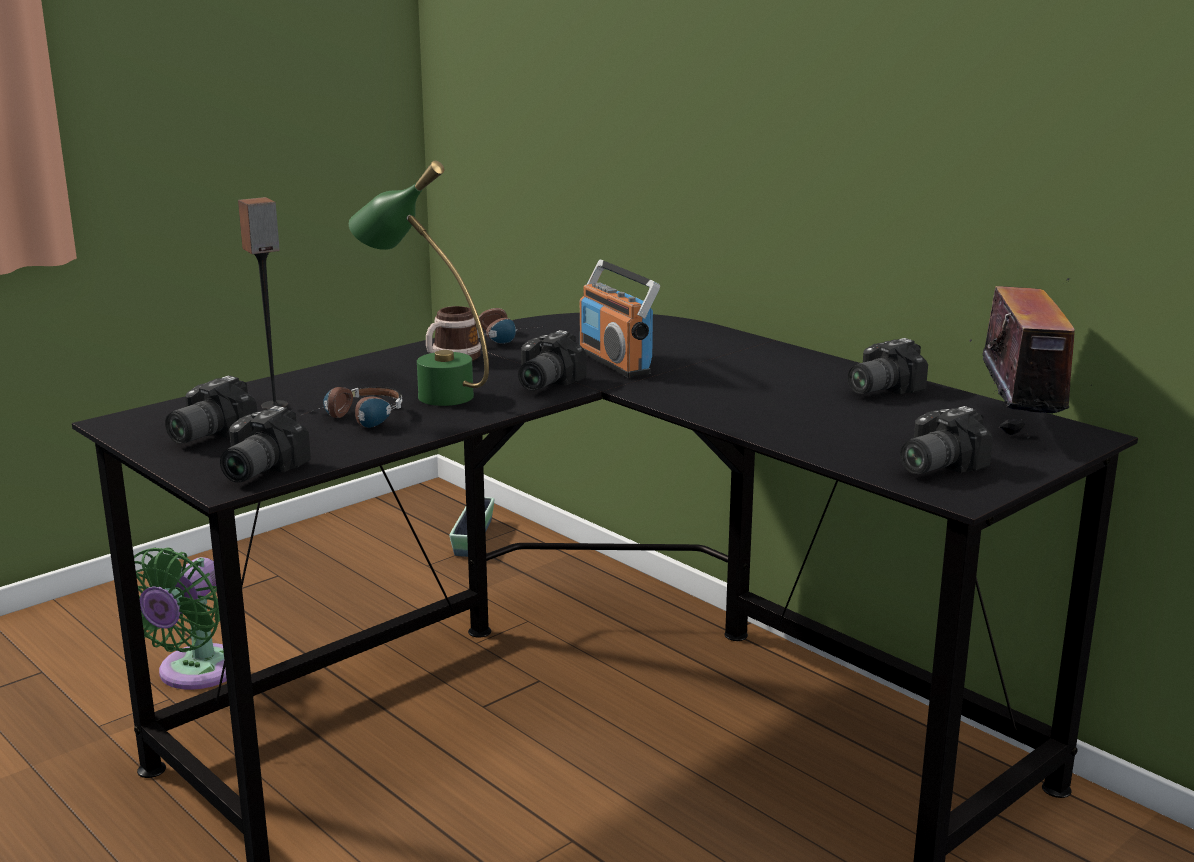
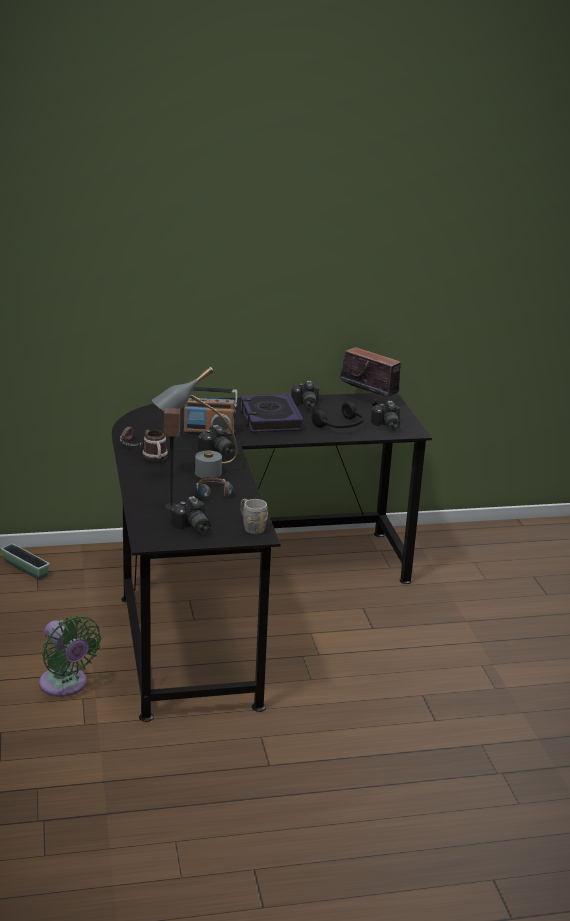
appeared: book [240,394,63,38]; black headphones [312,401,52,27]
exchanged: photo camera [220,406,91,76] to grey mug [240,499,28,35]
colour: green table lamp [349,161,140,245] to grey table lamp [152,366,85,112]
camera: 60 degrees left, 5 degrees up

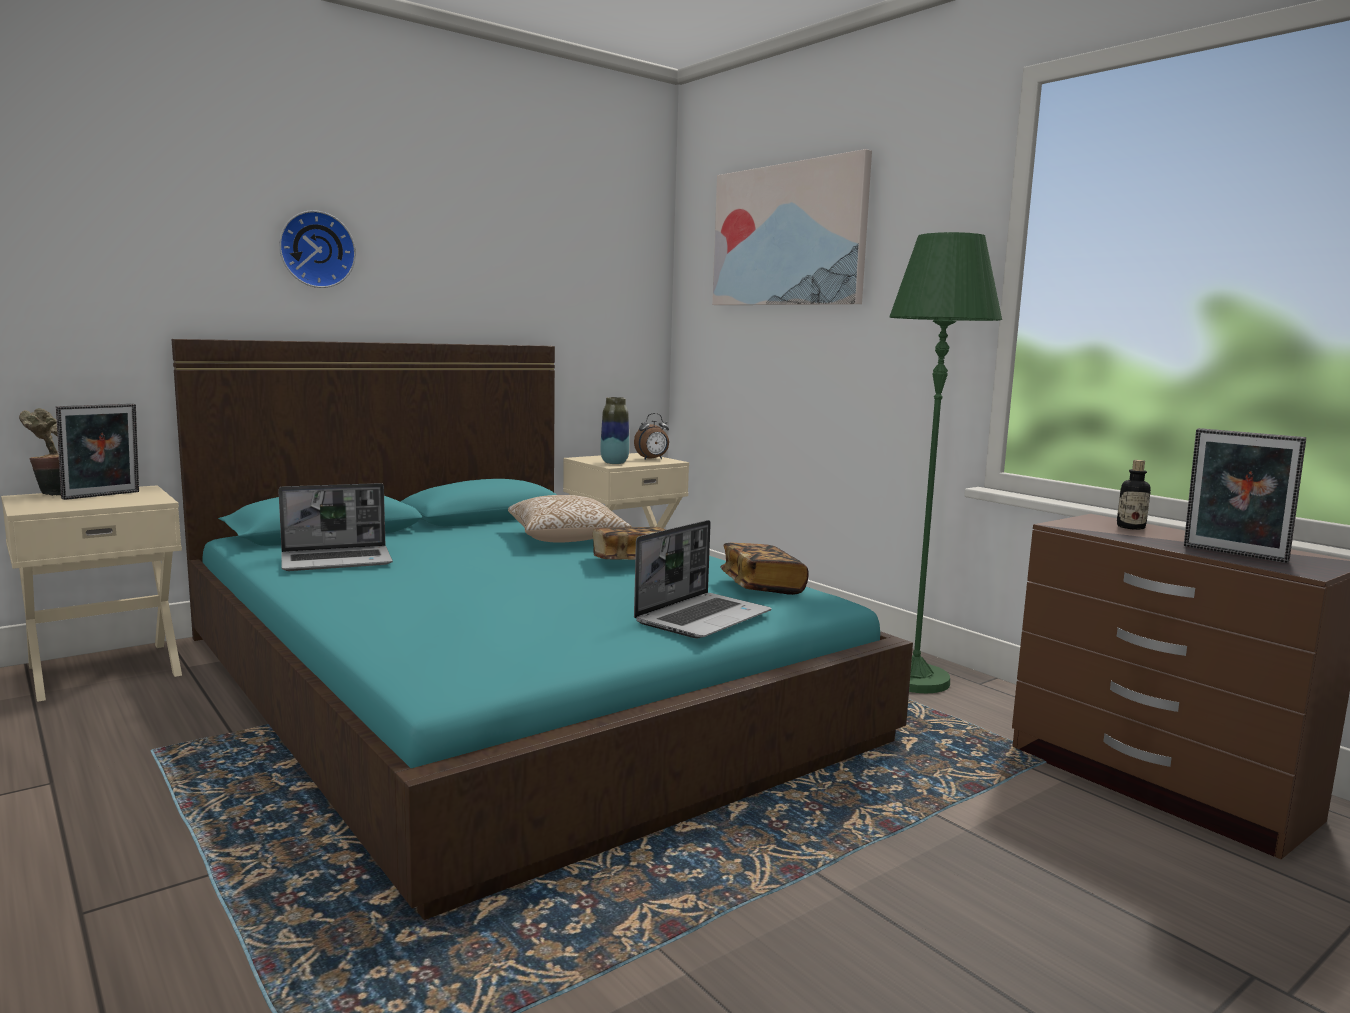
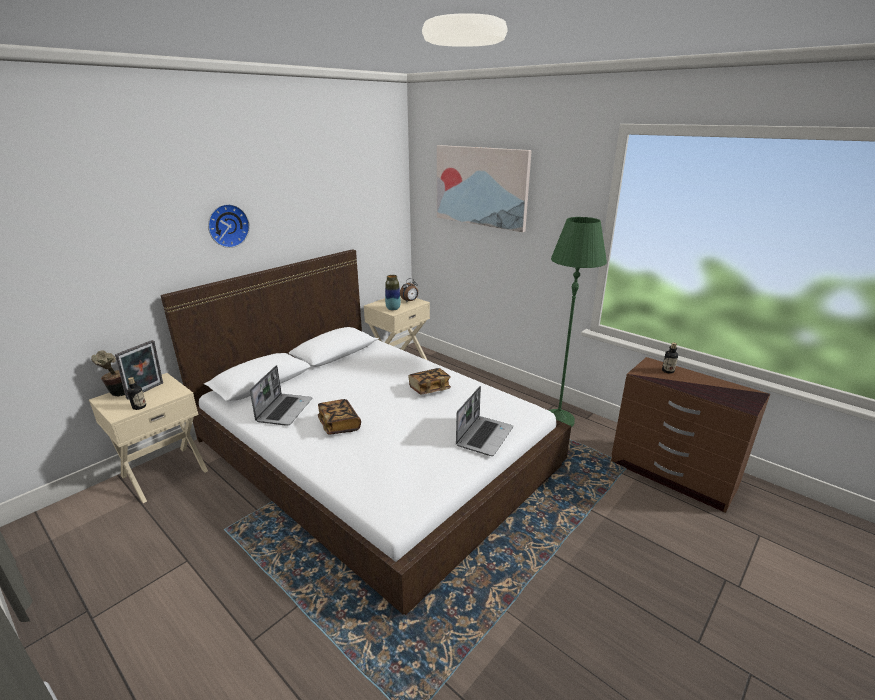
missing: pillow [508,495,124,48]; picture frame [1184,428,122,135]
appeared: bottle [127,377,19,33]
relocated: book [720,543,89,52] to [318,399,43,36]
colour: turquoise bed [172,339,741,581] to white bed [160,249,411,366]
spun: laptop [278,483,115,88] = [250,365,62,60] 45 degrees counterclockwise
camera: 10 degrees left, 15 degrees up

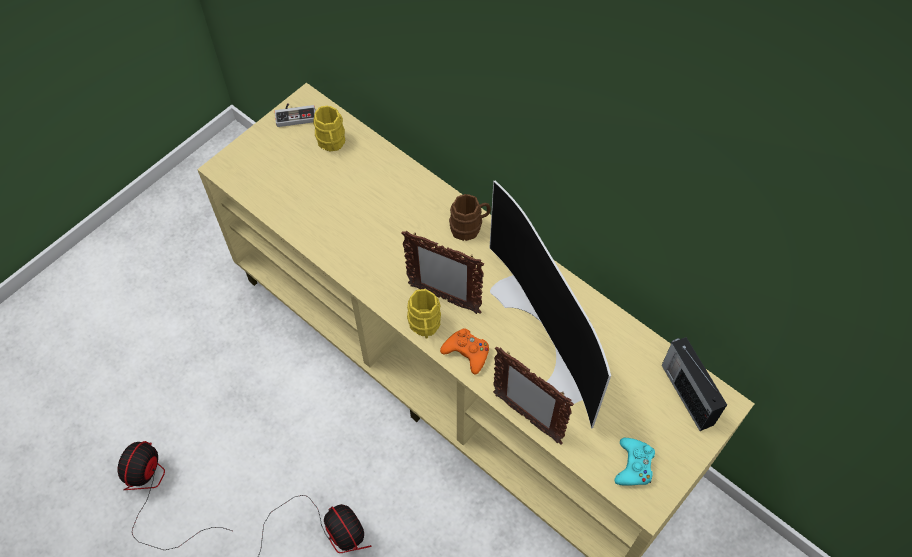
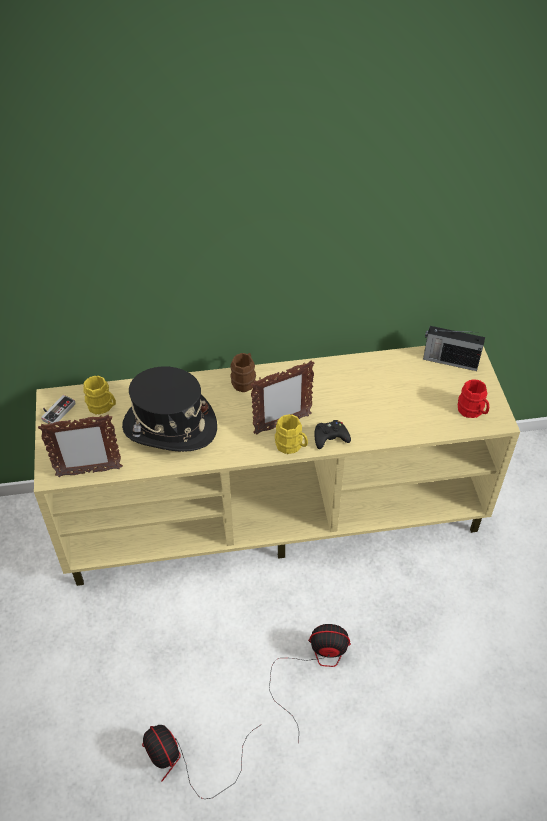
missing: television [489,181,122,248]
appeared: black hat [122,367,95,85]
relocated: picture frame [493,346,81,99] to [38,414,85,63]
exchanged: turquoise game controller [614,438,41,48] to red mug [458,379,31,39]
colour: orange game controller [440,329,49,46] to black game controller [314,420,37,29]
camera: 50 degrees left, 10 degrees down

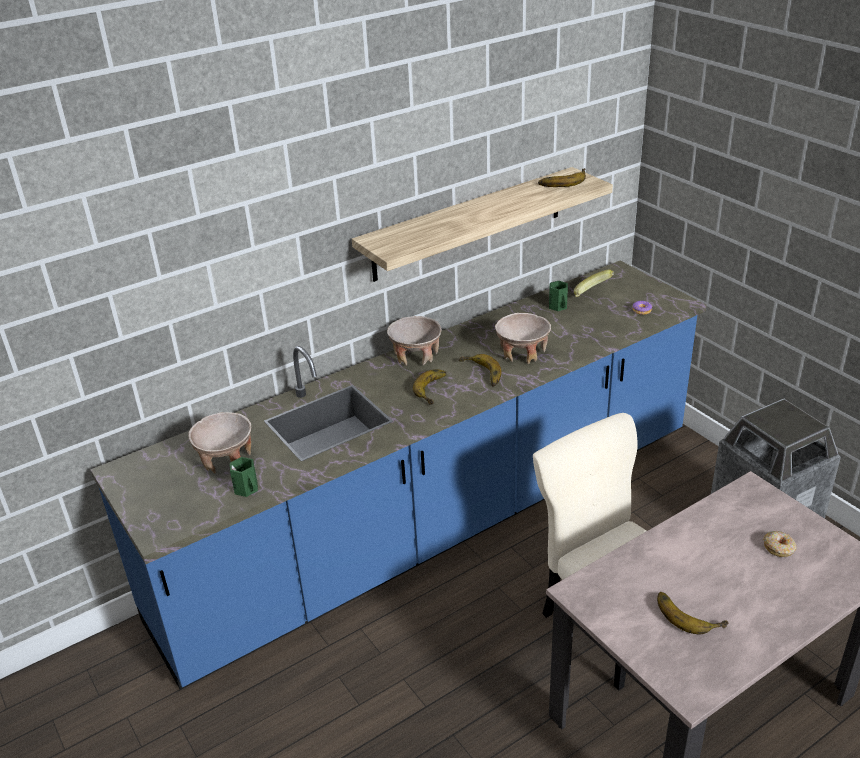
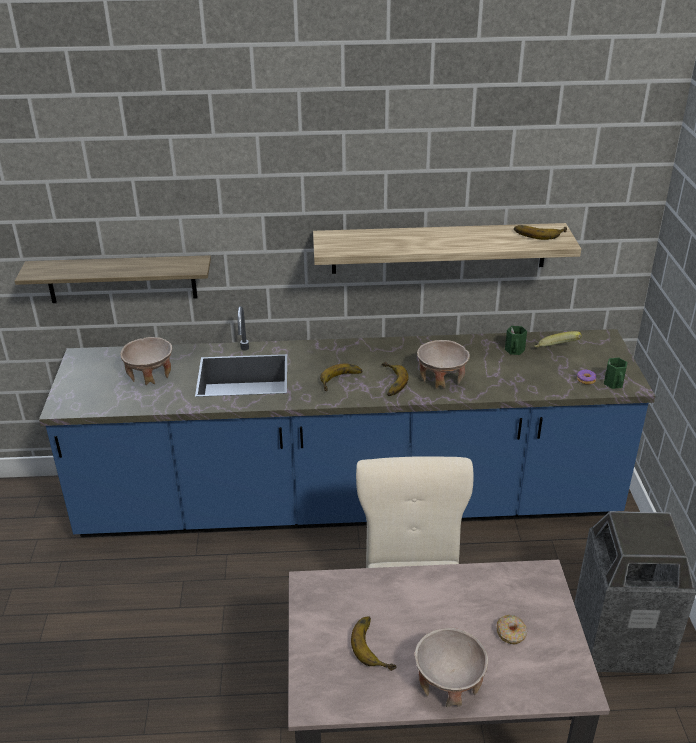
appeared: shelf [15,255,196,48]
relocated: green mug [230,457,28,40] to [604,358,24,31]; beige bowl [387,316,55,50] to [415,628,73,79]
camera: 30 degrees right, 0 degrees up

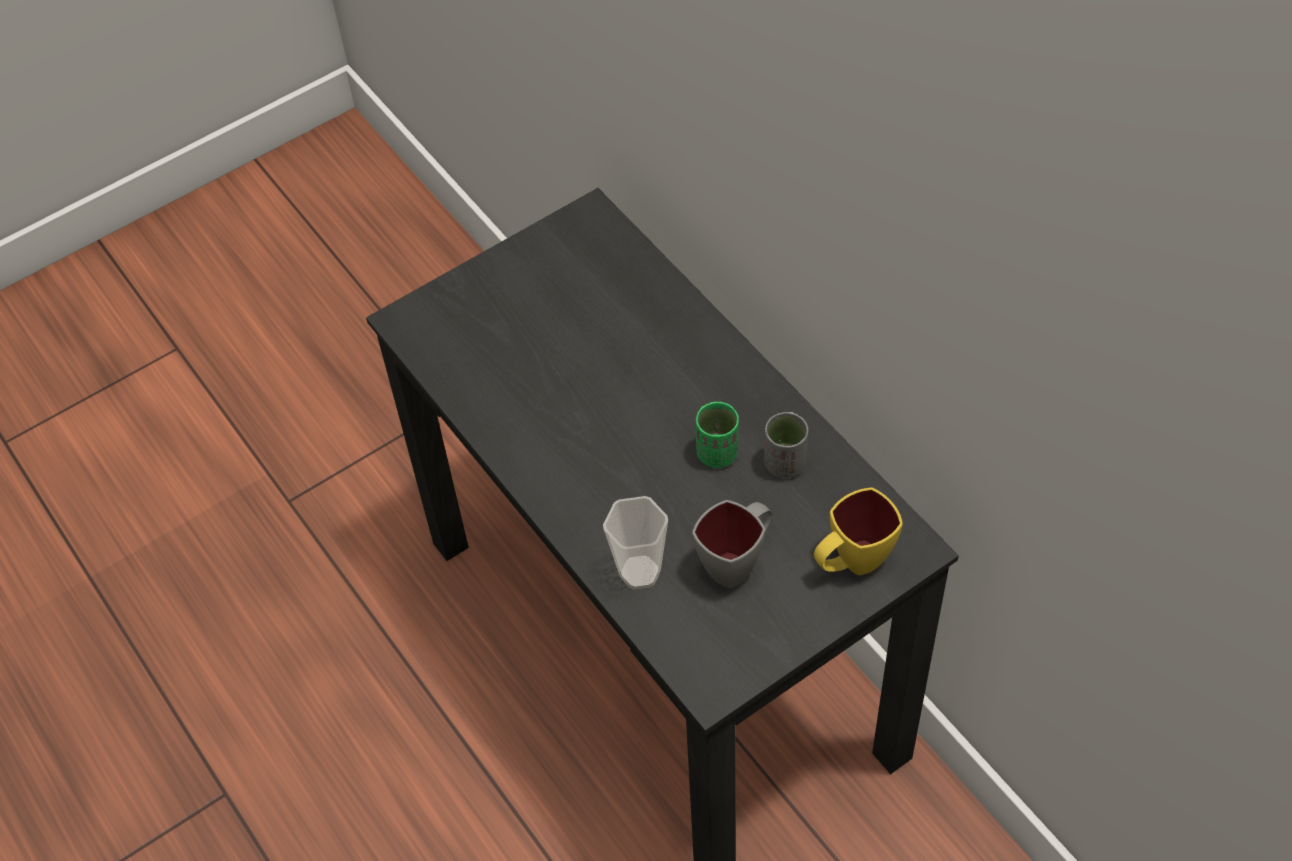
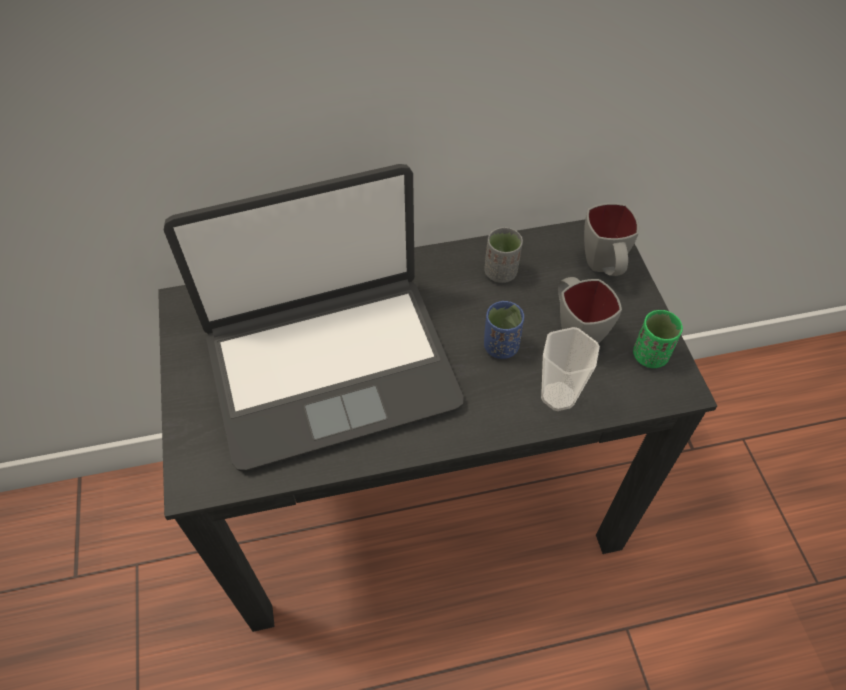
appeared: laptop [164,164,300,307]; blue cup [484,301,40,58]
relocated: green cup [696,402,43,66] to [633,310,50,58]
colour: yellow mug [814,488,89,87] to grey mug [584,203,55,73]
camera: 70 degrees left, 0 degrees up

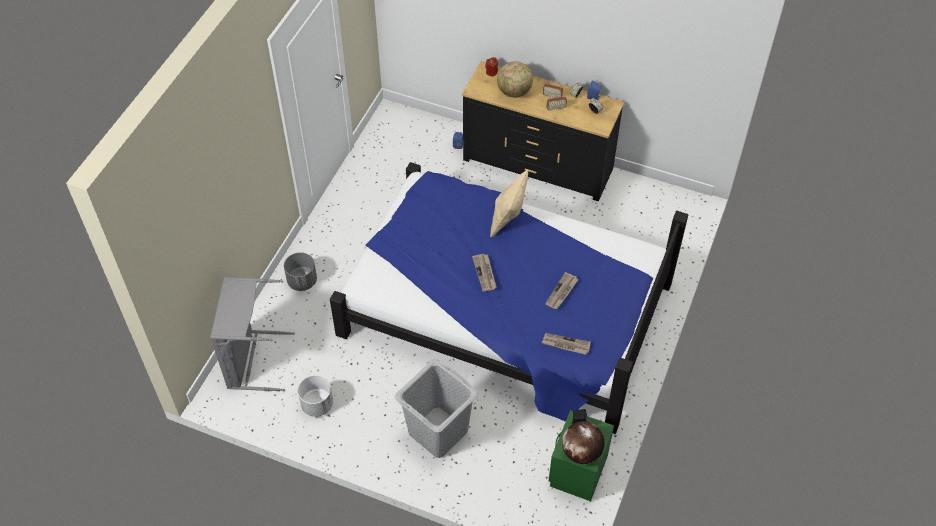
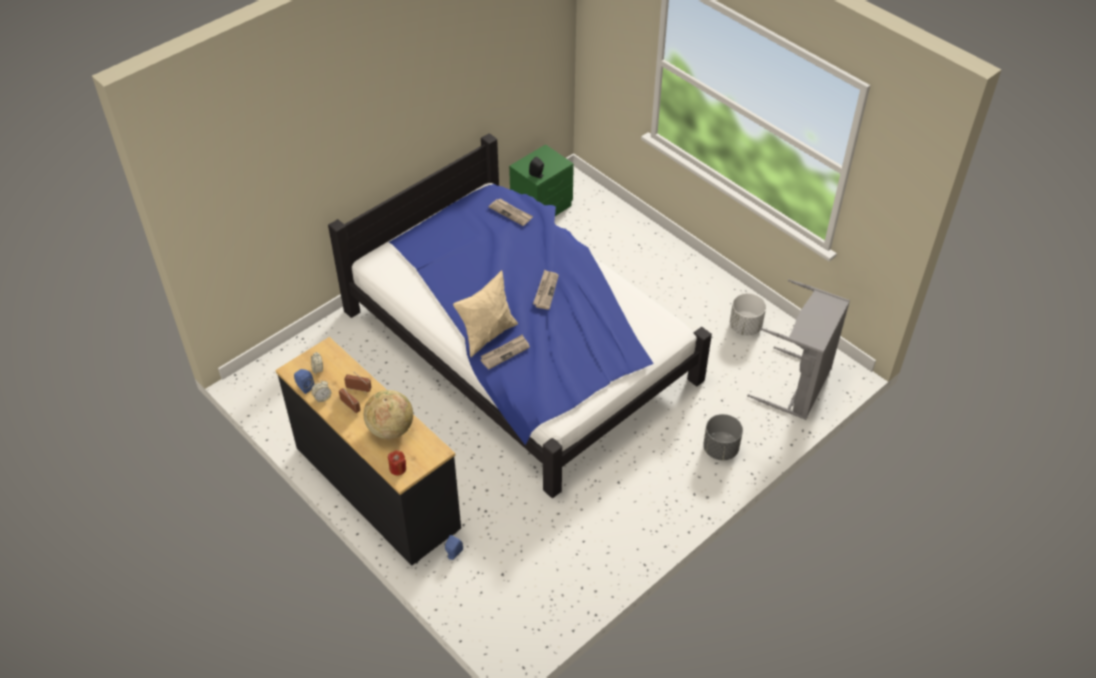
missing: grey laundry basket [395,359,84,99]; globe [562,421,42,43]
relocated: newspaper [545,272,34,37] to [480,335,50,35]
camera: 155 degrees left, 5 degrees down

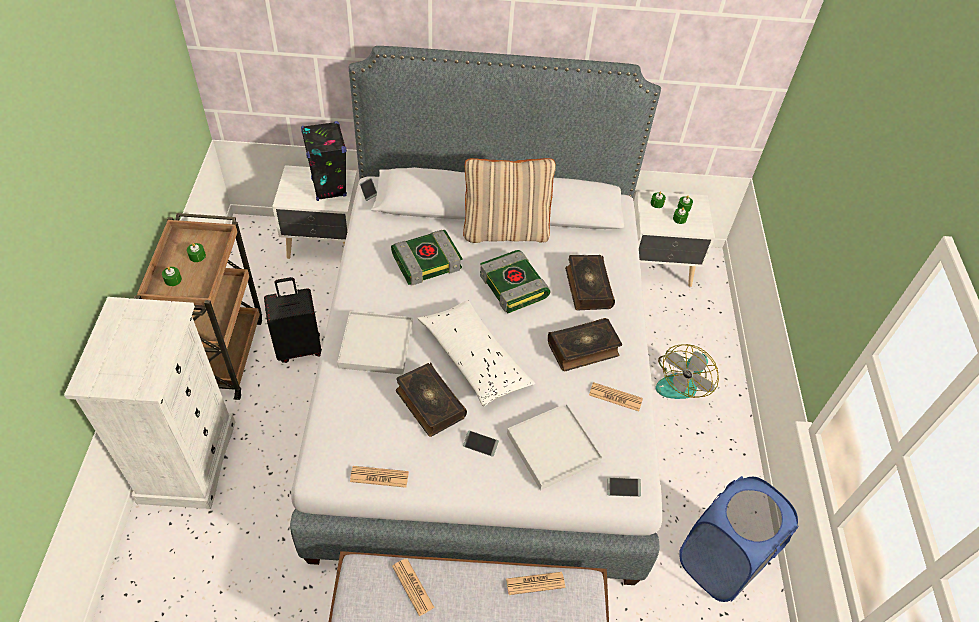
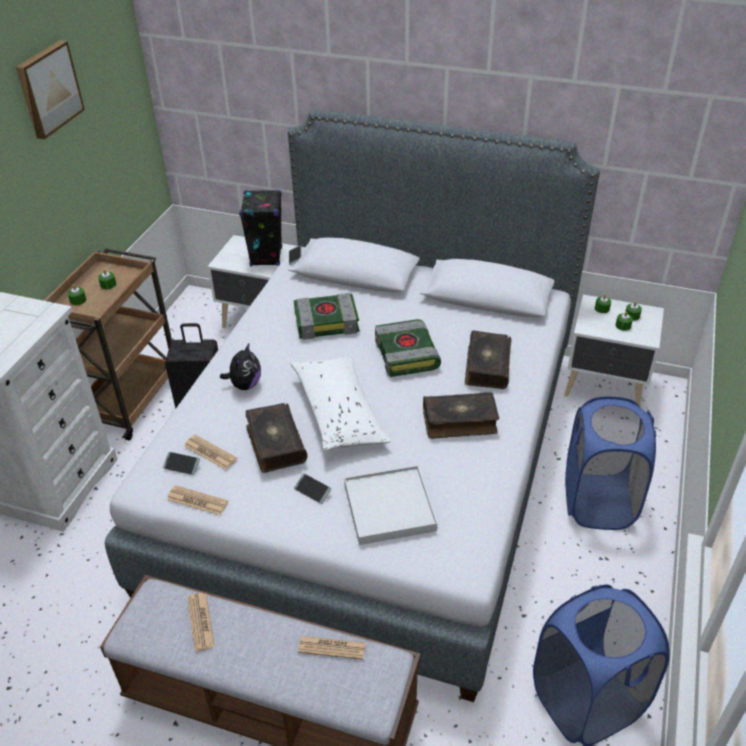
missing: beige pillow [463,158,93,85]
appeared: picture [16,40,69,100]
relocated: newspaper [589,382,54,29] to [184,435,53,35]; phone [607,478,34,19] to [163,452,37,23]
exchanged: white tray [337,311,75,64] to plush toy [220,343,41,47]; fan [656,344,63,55] to blue laundry basket [565,396,91,134]
camera: 20 degrees right, 10 degrees down

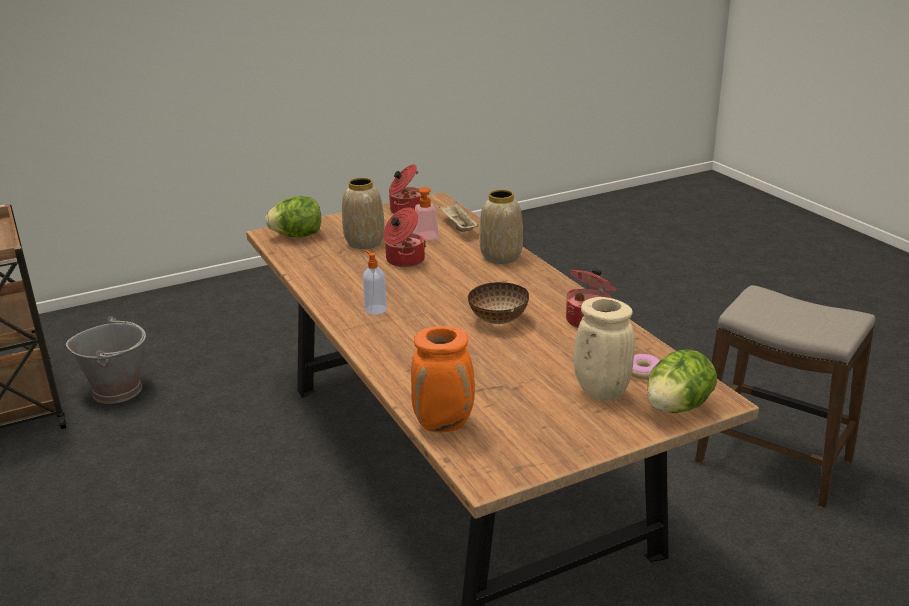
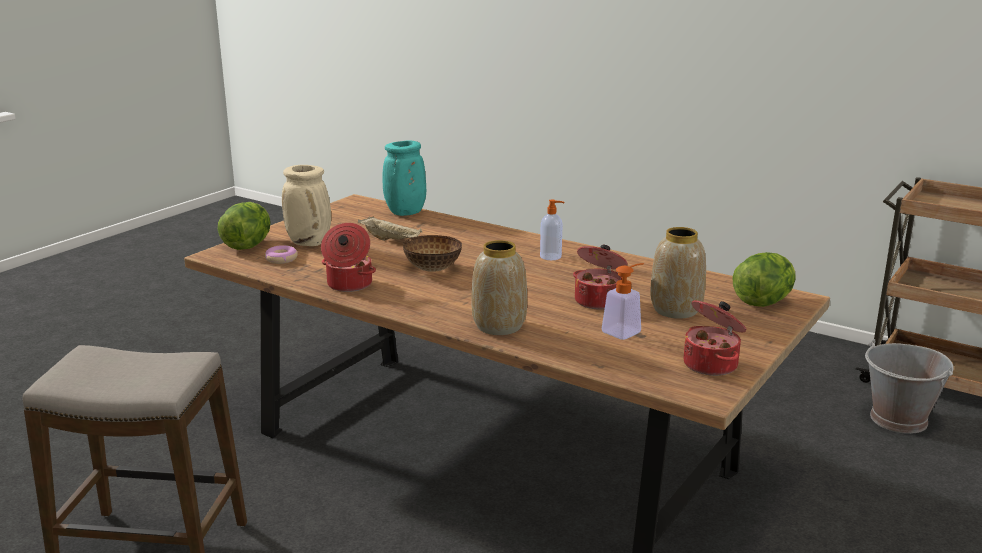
relocated: beige tray [439,202,40,30] to [358,217,64,24]
colour: orange vase [411,326,64,106] to turquoise vase [382,140,44,76]
camera: 150 degrees right, 5 degrees down

